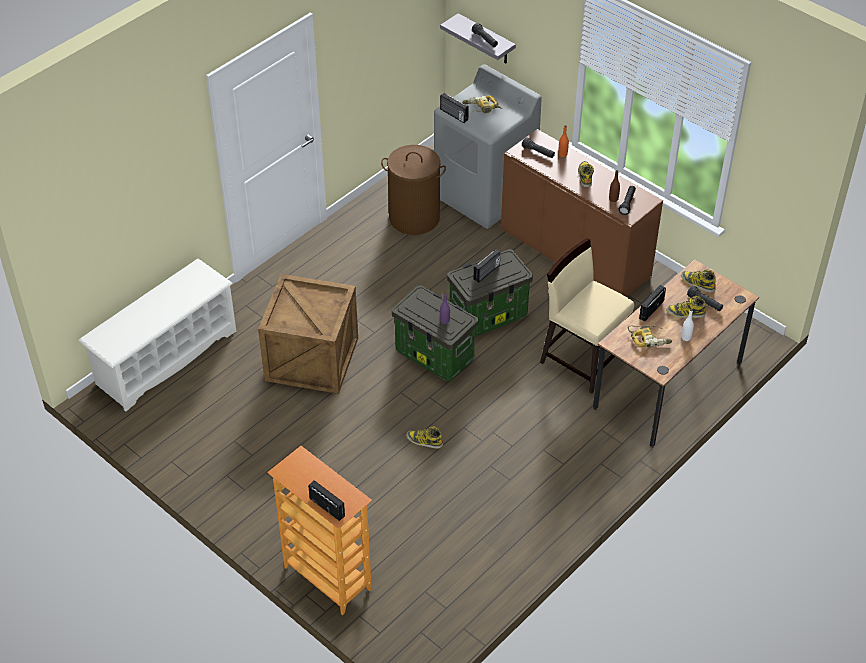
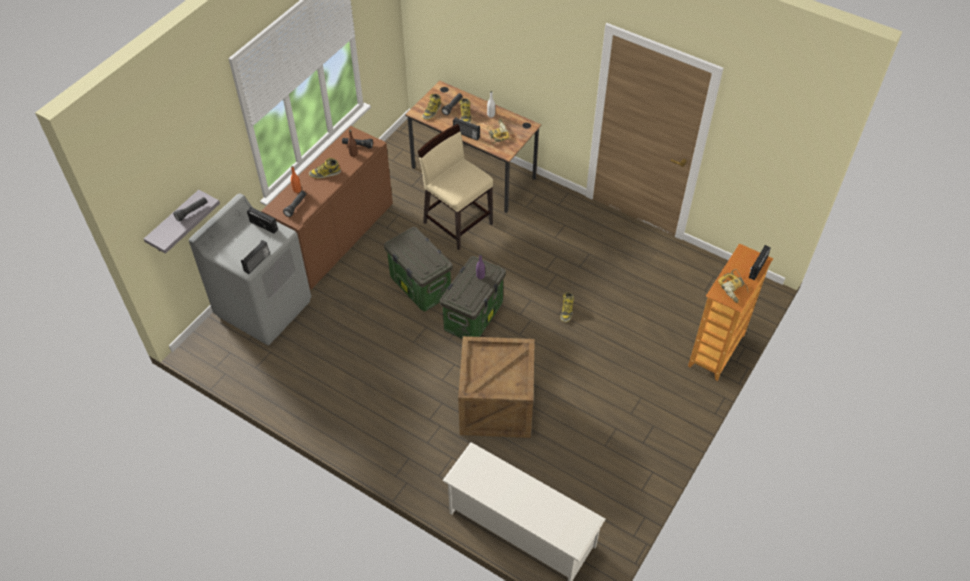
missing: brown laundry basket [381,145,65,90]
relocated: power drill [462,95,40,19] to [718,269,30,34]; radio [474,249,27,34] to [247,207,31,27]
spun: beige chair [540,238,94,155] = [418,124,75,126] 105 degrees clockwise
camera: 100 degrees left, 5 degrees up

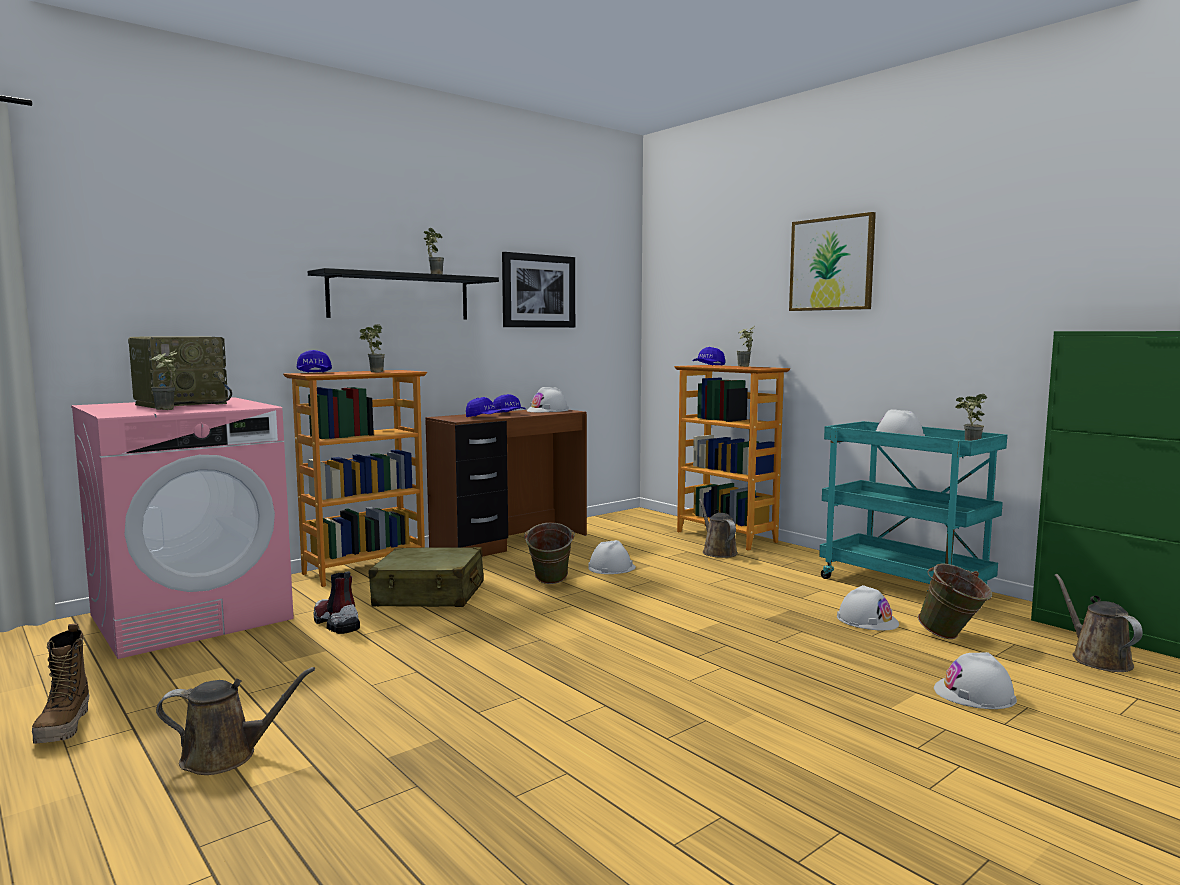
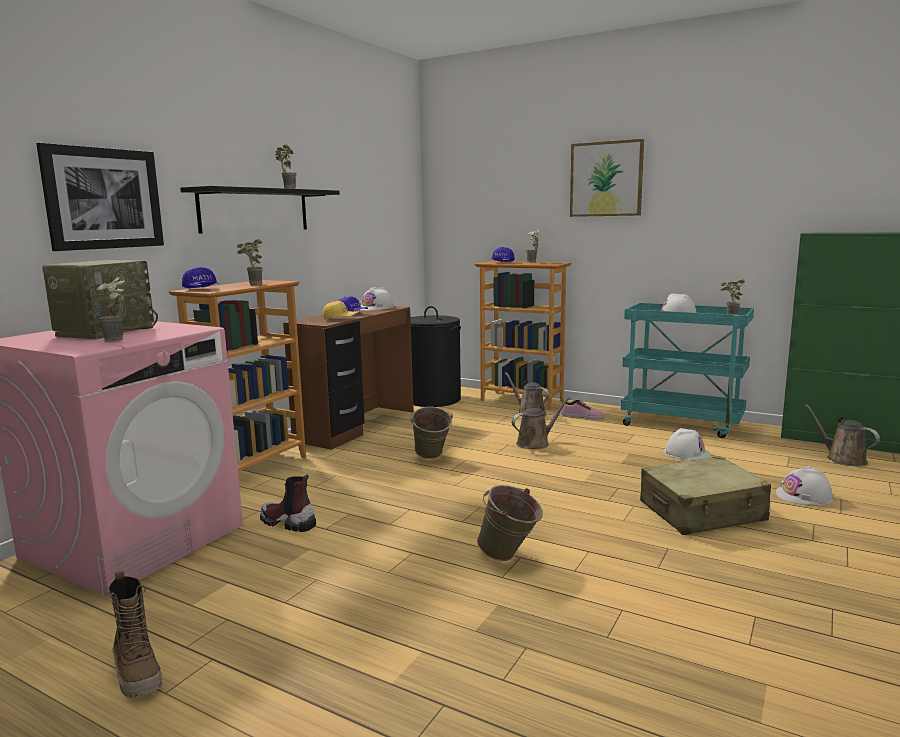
missing: white hard hat [588,540,48,34]
appeared: black laundry basket [410,306,51,101]; shoe [561,400,44,19]
relocated: brown watering can [156,667,159,108] to [512,397,58,52]; beige suitcase [369,547,115,60] to [640,456,131,79]; picture [502,252,73,76] to [36,143,128,108]; green bucket [918,563,74,76] to [477,485,66,76]
colour: blue cap [466,397,39,20] to yellow cap [323,301,36,19]
camera: 20 degrees left, 5 degrees up

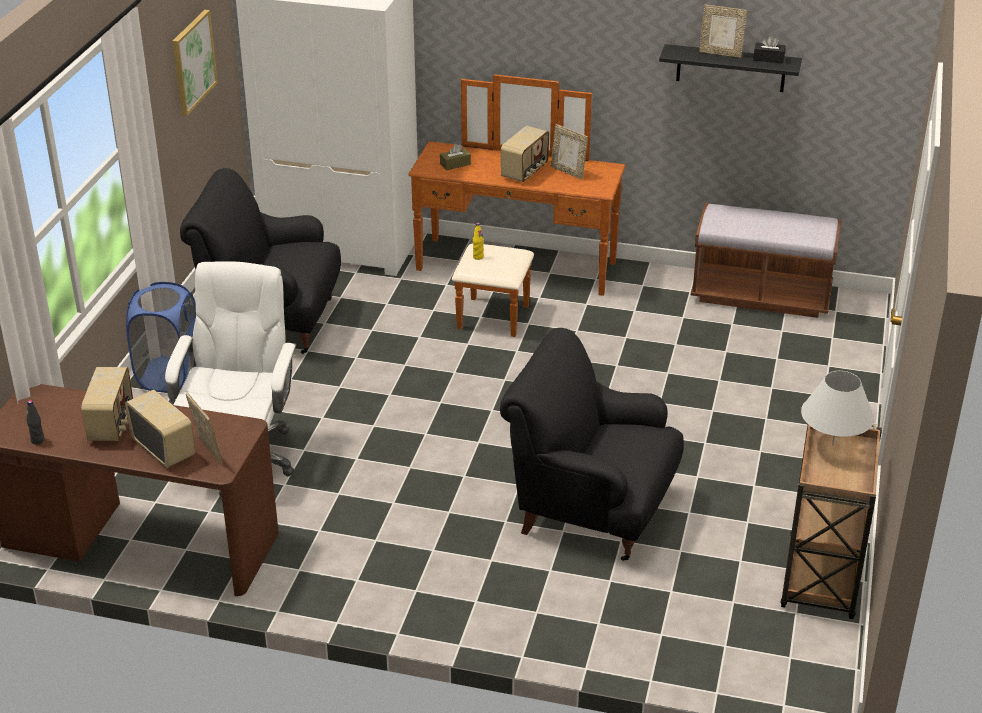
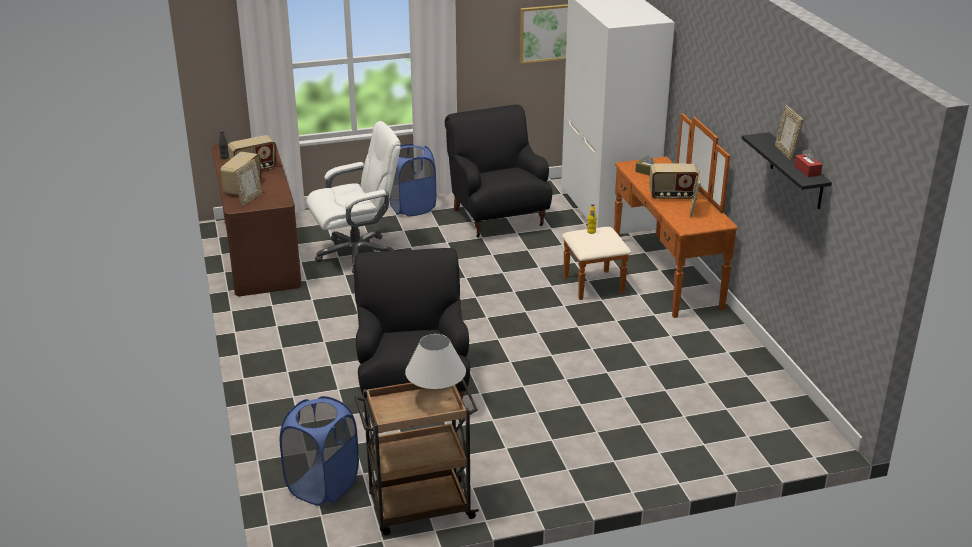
missing: brown bench [691,203,150,115]
appeared: blue laundry basket [280,396,79,110]
colour: black tissue box [753,36,33,27] to red tissue box [794,149,28,28]
camera: 60 degrees right, 5 degrees down

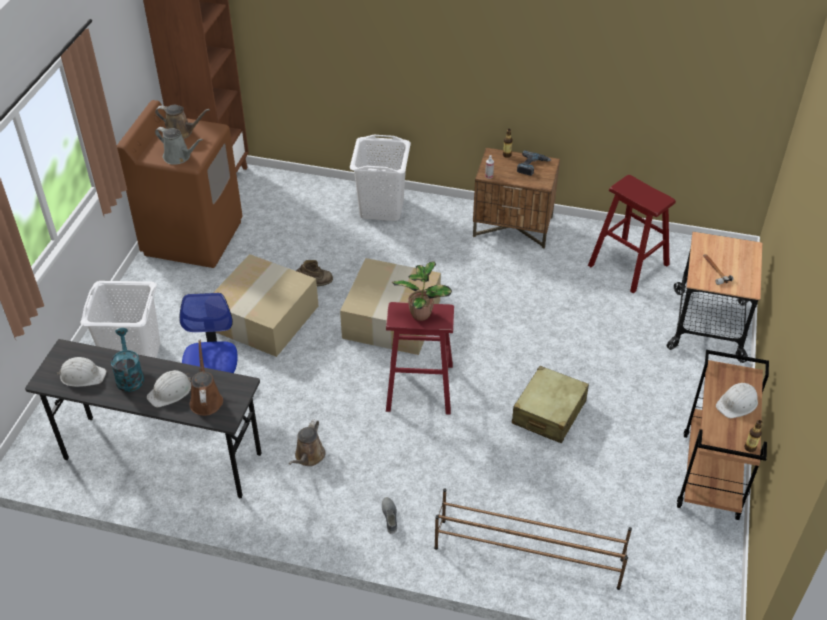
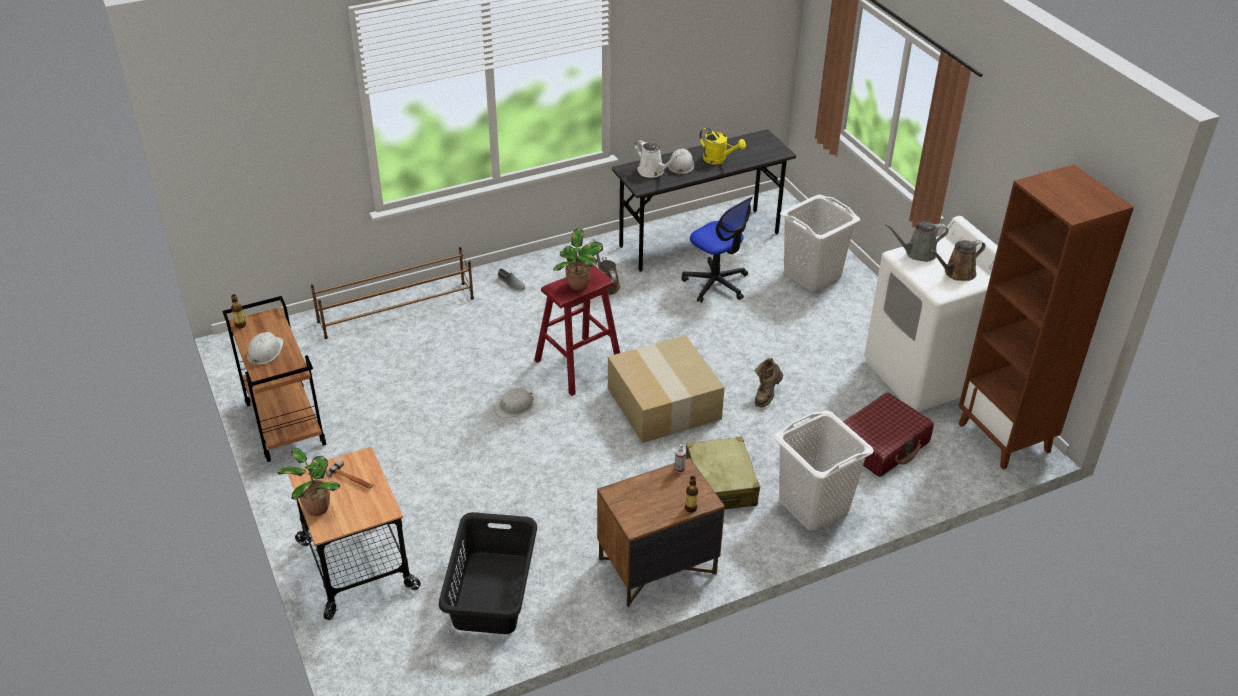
missing: cardboard box [213,254,105,103]; power drill [517,150,34,26]
appeared: potted plant [277,448,63,68]; red suitcase [843,392,91,85]
relocated: white hard hat [57,357,50,30] to [493,388,40,30]; beige suitcase [512,366,77,77] to [686,437,74,72]
exchanged: red stool [588,175,88,119] to black laundry basket [439,512,98,122]
colour: turquoise watering can [111,328,33,64] to yellow watering can [699,127,47,38]; brown washing machine [117,100,125,168] to white washing machine [864,216,134,196]; brown watering can [190,340,33,76] to white watering can [634,140,48,38]
camera: 140 degrees right, 5 degrees down

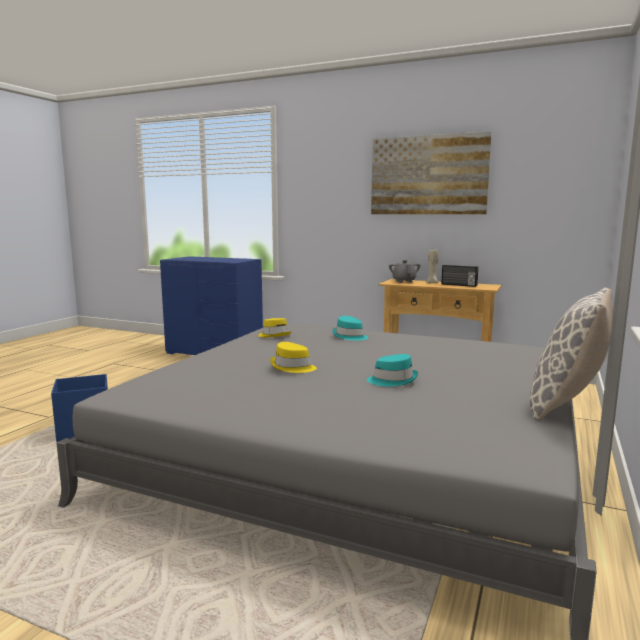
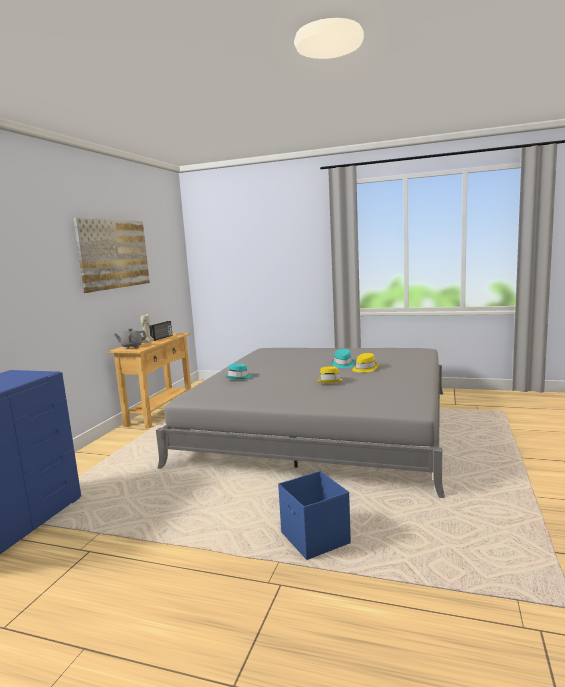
missing: pillow [530,287,83,134]
relocated: yellow hat [258,318,33,20] to [352,353,27,19]
camera: 95 degrees left, 0 degrees up

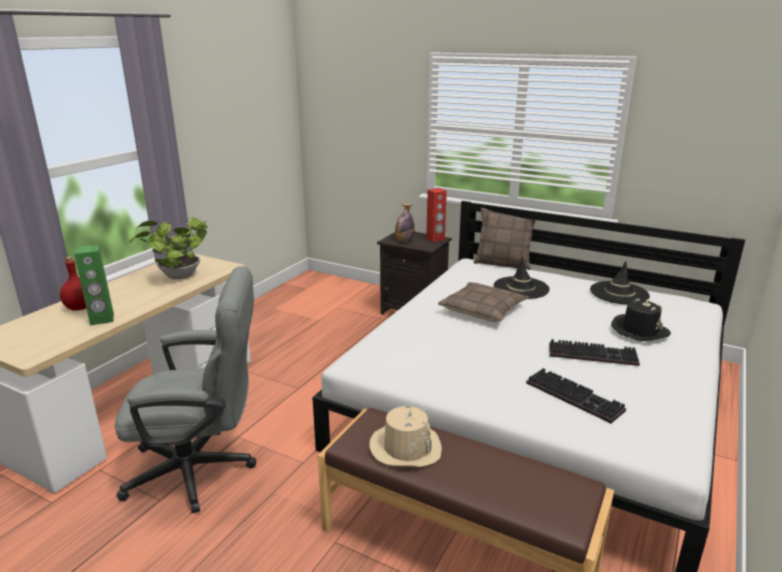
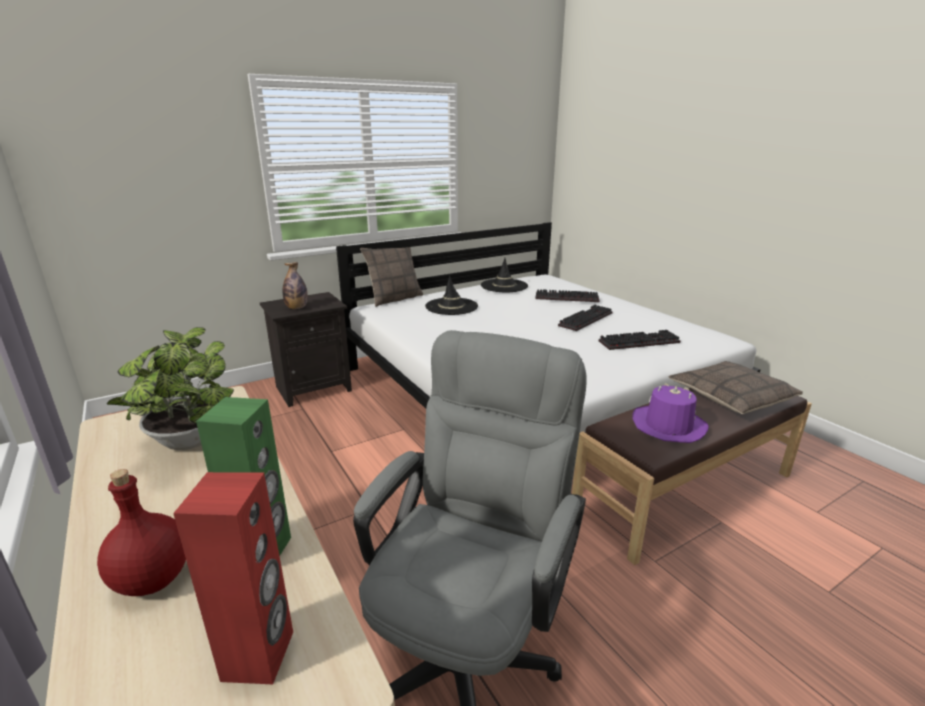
relocated: red speaker [426,188,21,54] to [173,472,120,212]; pillow [438,282,91,40] to [669,361,134,53]
exchanged: black hat [611,298,60,43] to keyboard [535,289,64,13]
colour: beige hat [369,405,73,62] to purple hat [632,384,77,59]
camera: 60 degrees left, 0 degrees up

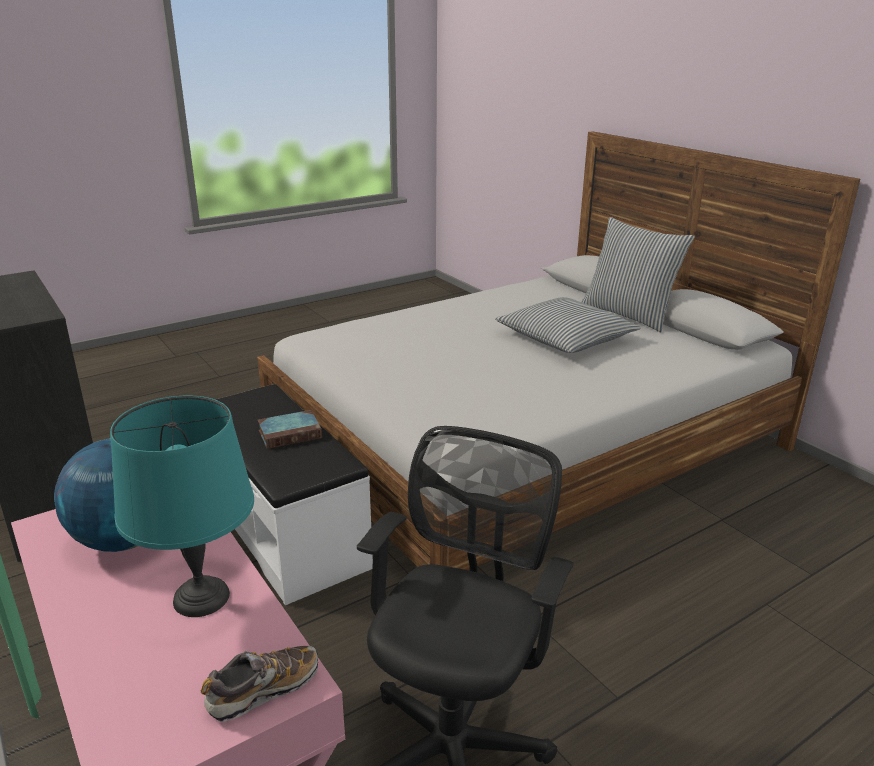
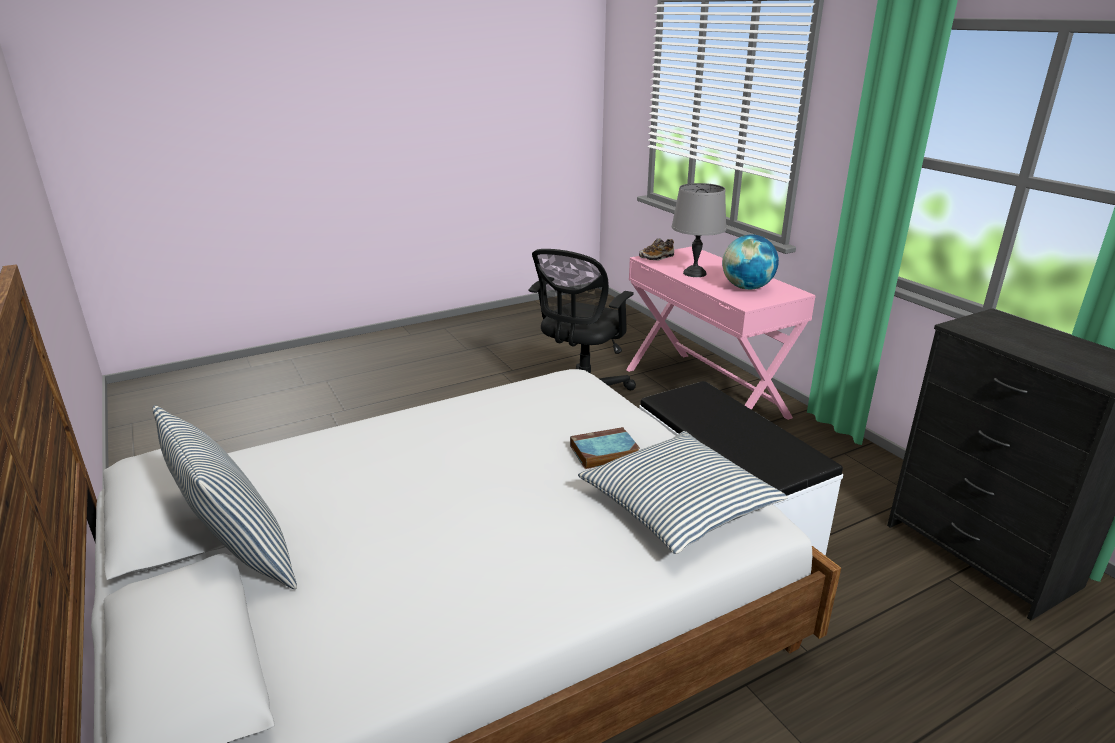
relocated: book [258,410,64,39] to [570,427,70,42]; pillow [495,297,146,56] to [578,431,210,123]
colour: turquoise table lamp [110,396,144,221] to grey table lamp [672,183,54,94]
camera: 175 degrees left, 0 degrees up

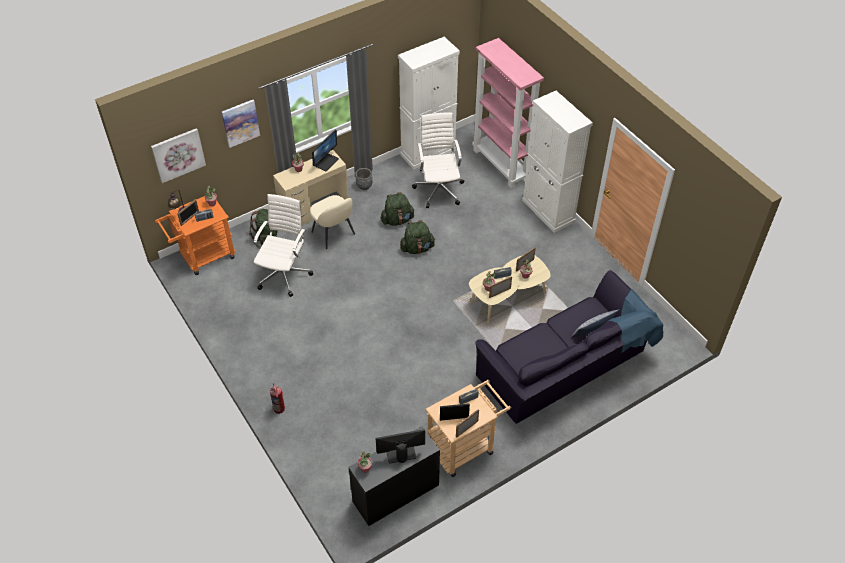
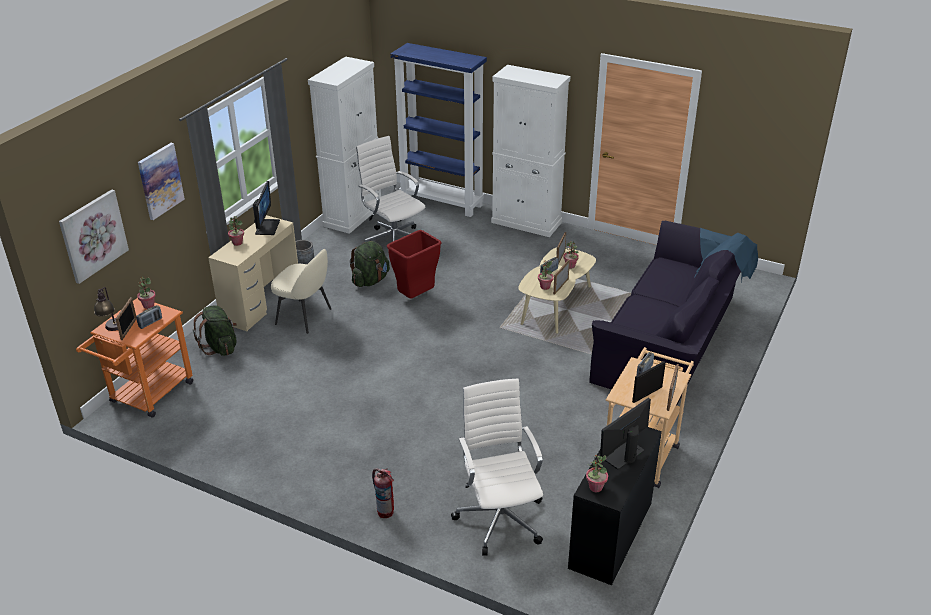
missing: pillow [571,310,48,28]
relocated: white office chair [254,194,59,103] to [451,379,92,177]
exchanged: green backpack [400,220,35,34] to red trash can [387,230,55,68]
colour: pink bookcase [472,38,72,151] to blue bookcase [390,43,97,174]
camera: 30 degrees left, 15 degrees down

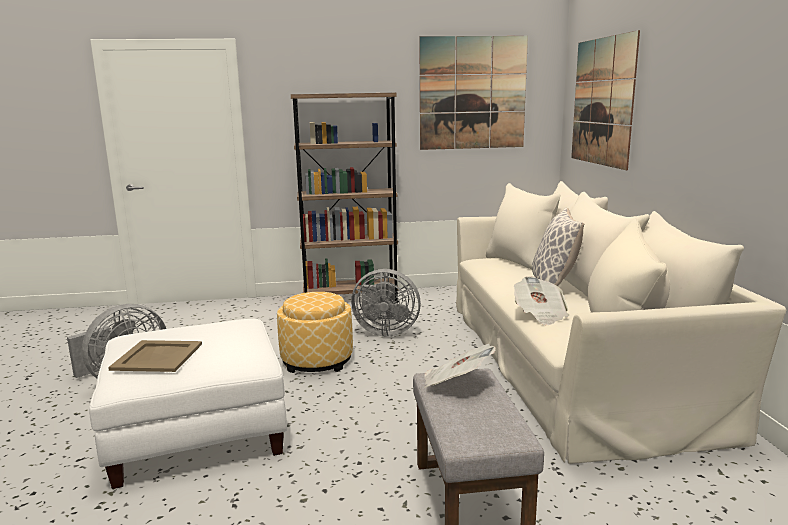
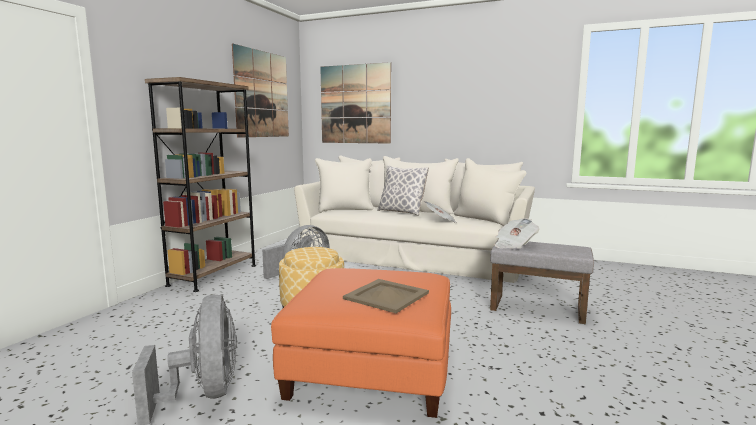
colour: white ottoman [89,319,198,170] to orange ottoman [271,268,180,150]
camera: 60 degrees left, 5 degrees down

